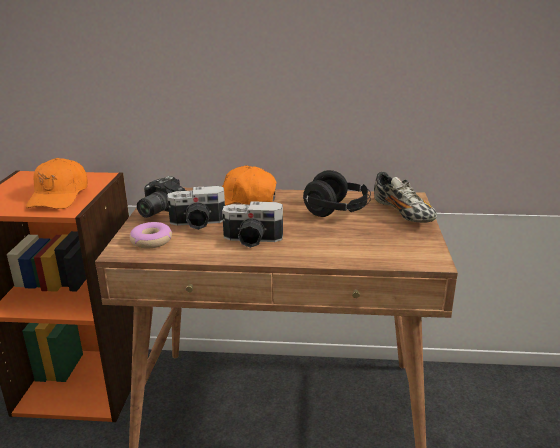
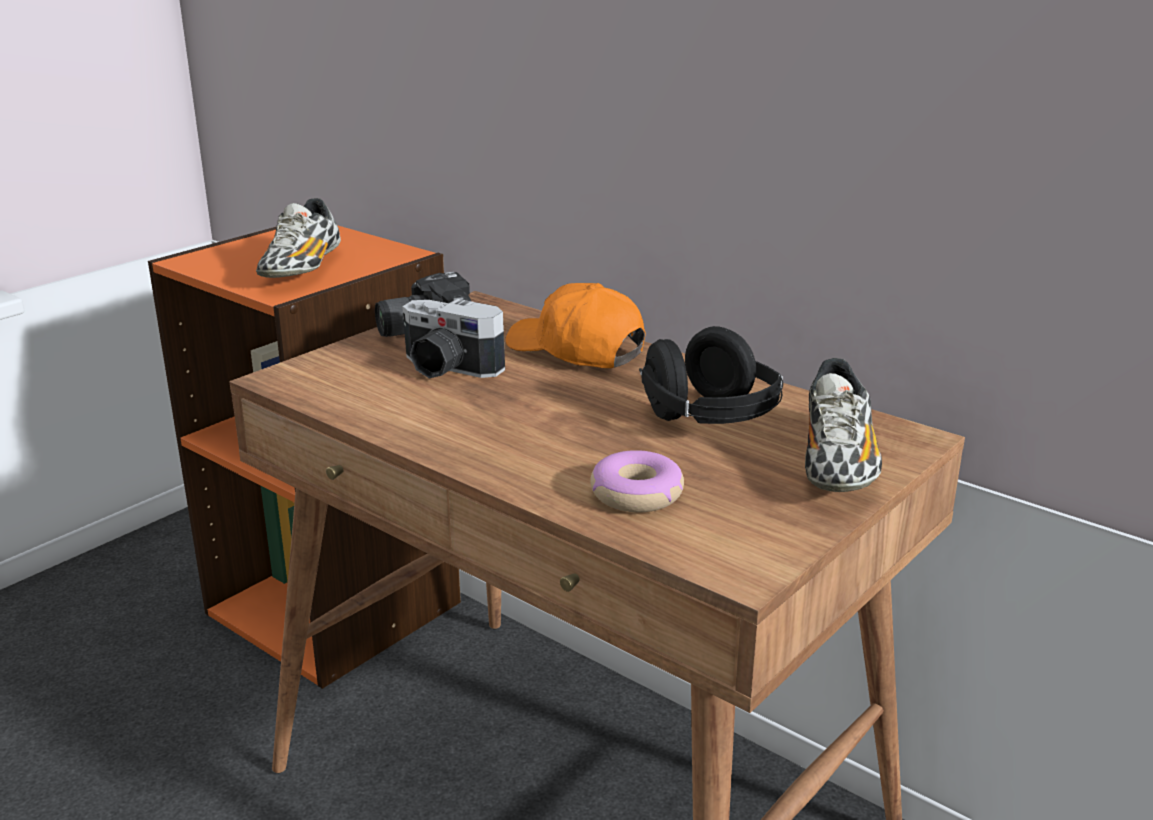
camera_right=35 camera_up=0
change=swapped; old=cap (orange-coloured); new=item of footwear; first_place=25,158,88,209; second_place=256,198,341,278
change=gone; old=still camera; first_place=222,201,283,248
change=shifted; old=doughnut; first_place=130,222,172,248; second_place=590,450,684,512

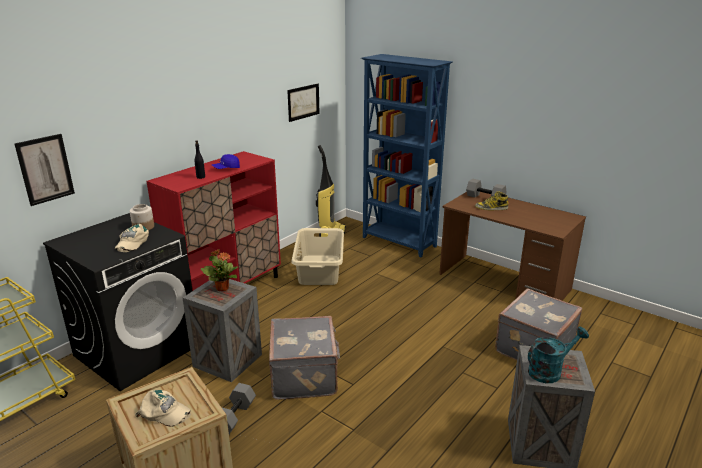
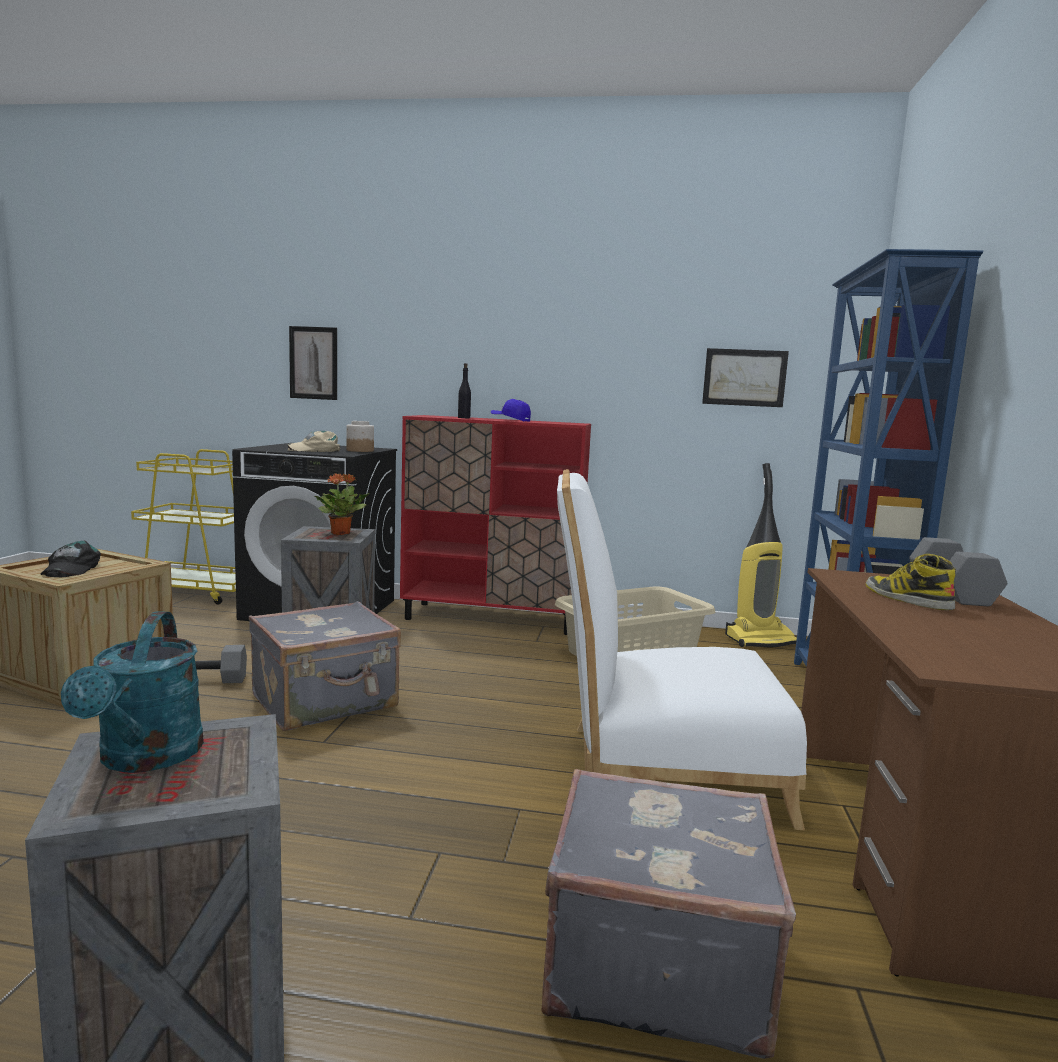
camera_right=60 camera_up=-15
change=rotated; old=watering can (blue-green); first_place=528,327,589,383; second_place=61,612,204,773; degrees=45
change=repainted; old=cap (beige-coloured); new=cap (black-coloured); first_place=135,390,191,427; second_place=41,541,101,577
change=new; new=plain chair (whitish); second_place=557,469,807,830

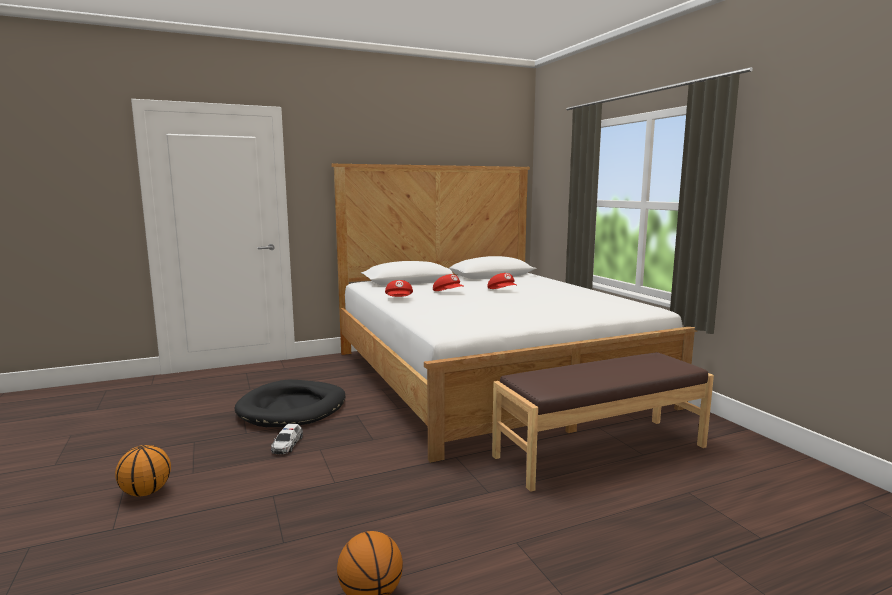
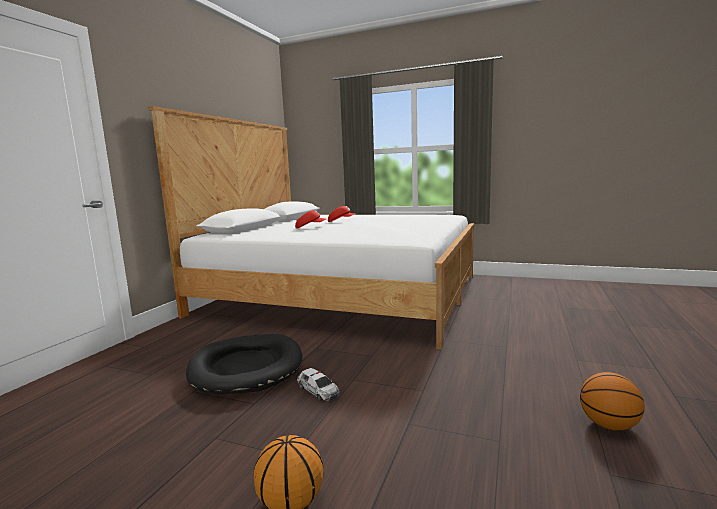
camera_right=-45 camera_up=0
change=gone; old=cap (red-coloured); first_place=385,280,413,297
change=gone; old=long seat (brownish); first_place=492,352,714,492

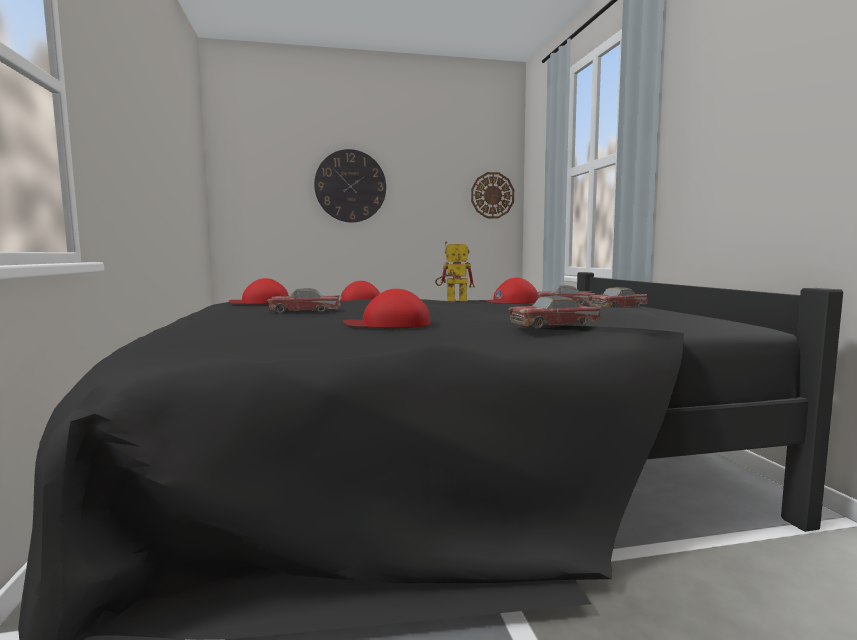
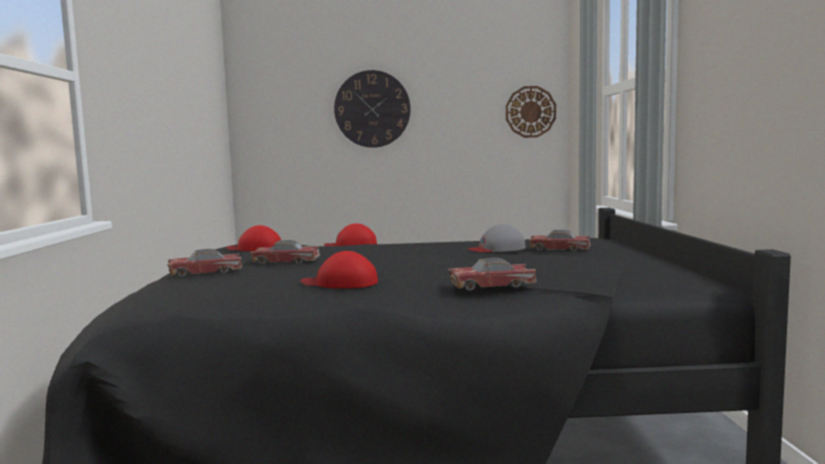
camera_right=10 camera_up=0
change=gone; old=model robot; first_place=435,241,475,302
change=repainted; old=cap (red-coloured); new=cap (greyish); first_place=484,278,538,304; second_place=468,224,526,252
change=shifted; old=miniature car; first_place=588,287,648,307; second_place=167,249,243,277

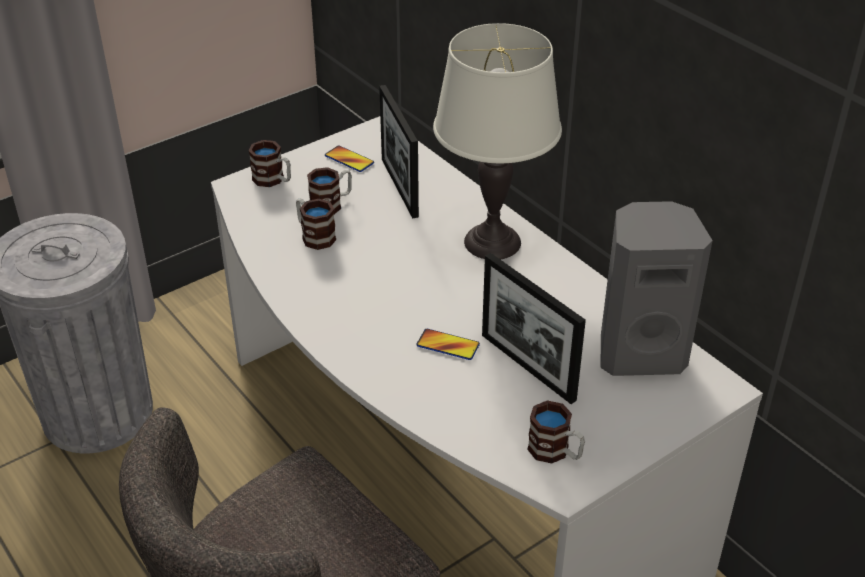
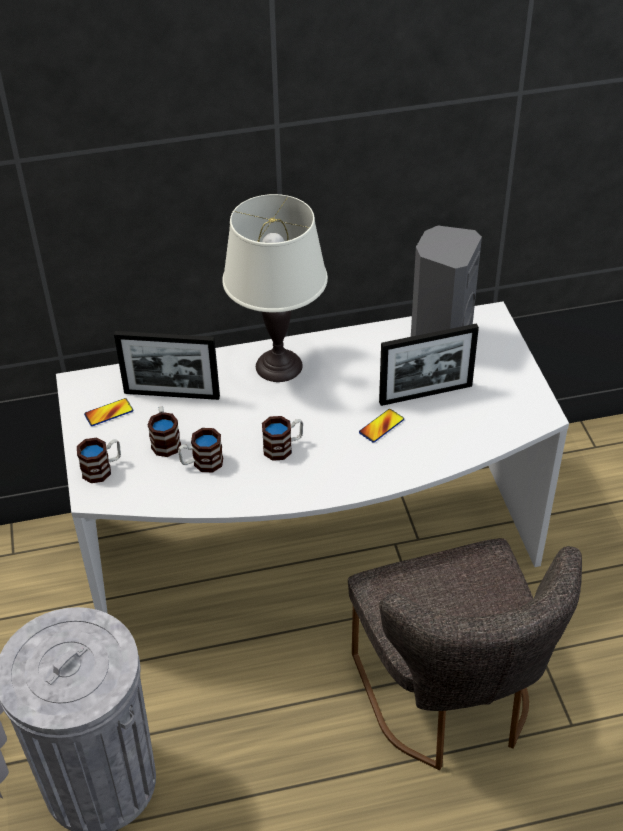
camera_right=-65 camera_up=5
change=shifted; old=mug; first_place=527,400,585,464; second_place=262,416,303,461

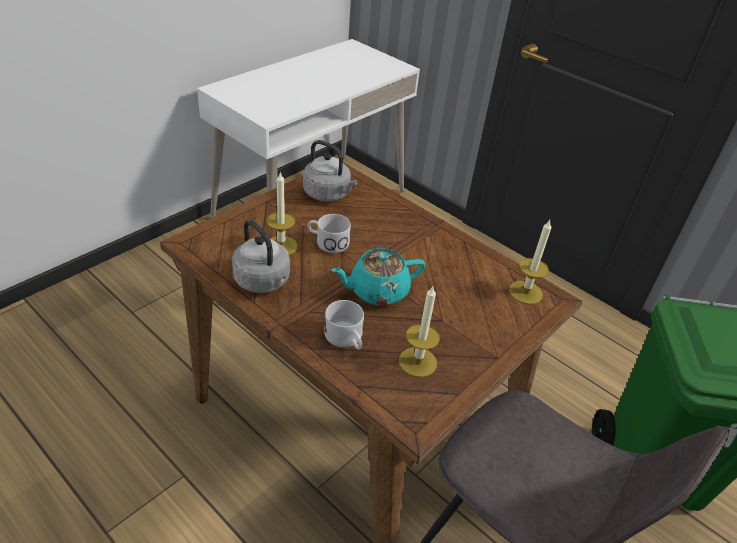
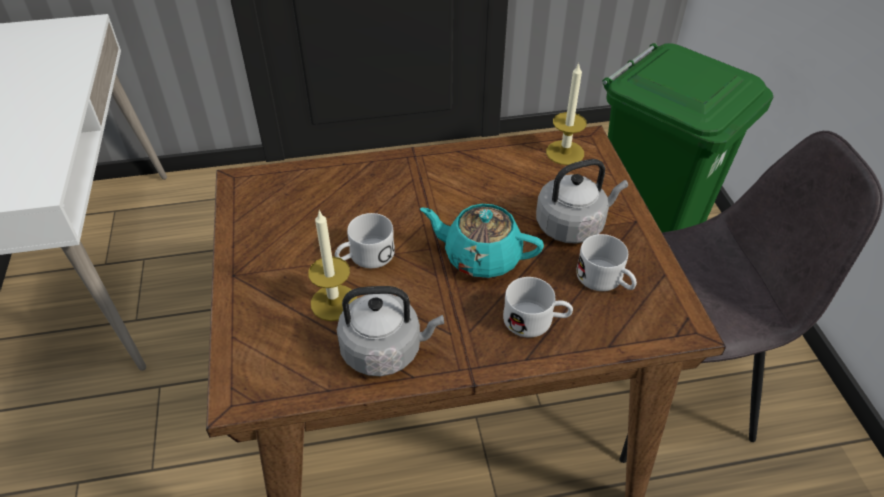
camera_right=-50 camera_up=5
change=shifted; old=water kettle (greyish); first_place=303,140,358,202; second_place=536,159,628,244
change=rotated; old=pot for tea (blue-green); first_place=331,248,425,305; second_place=420,204,544,278; degrees=90
change=swapped; old=wax light; new=mug (whitish); first_place=399,286,440,377; second_place=576,234,637,291

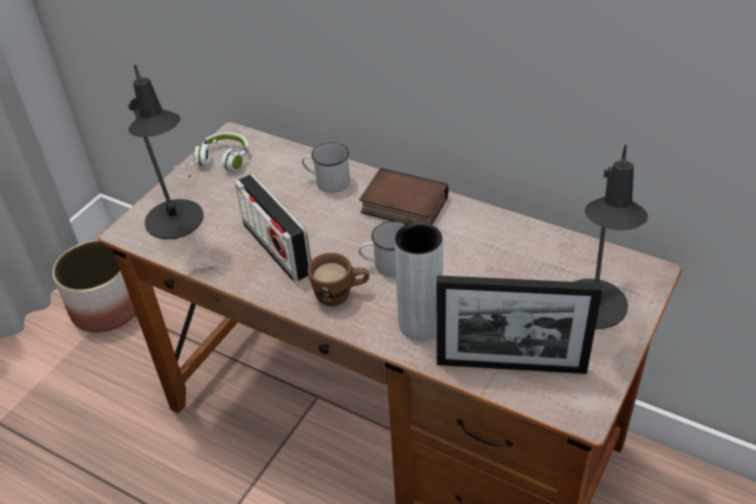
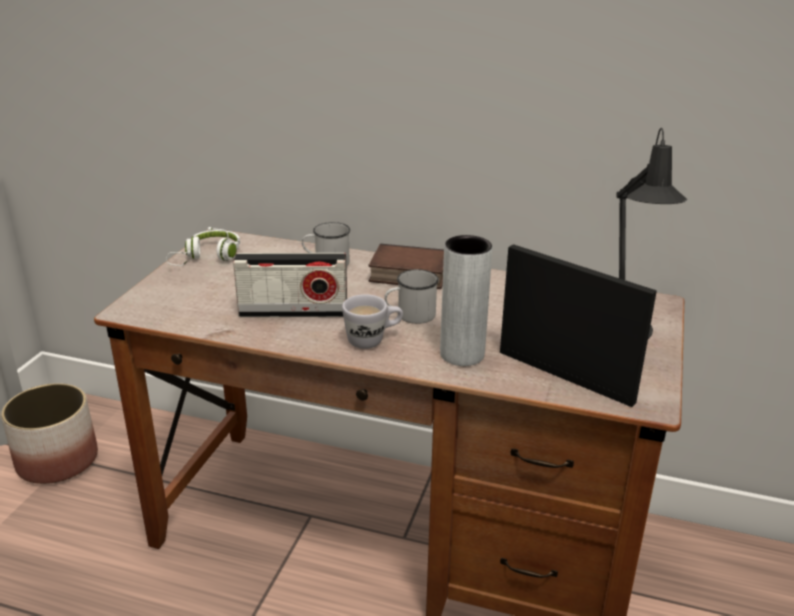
camera_right=-15 camera_up=-15
change=gone; old=table lamp (black-coloured); first_place=128,64,204,239
change=rotated; old=radio set; first_place=235,174,311,282; second_place=233,253,347,317; degrees=-45
change=repainted; old=mug (brownish); new=mug (whitish); first_place=308,253,369,306; second_place=342,294,403,349
change=rotated; old=picture frame; first_place=437,275,602,374; second_place=500,244,657,407; degrees=-135

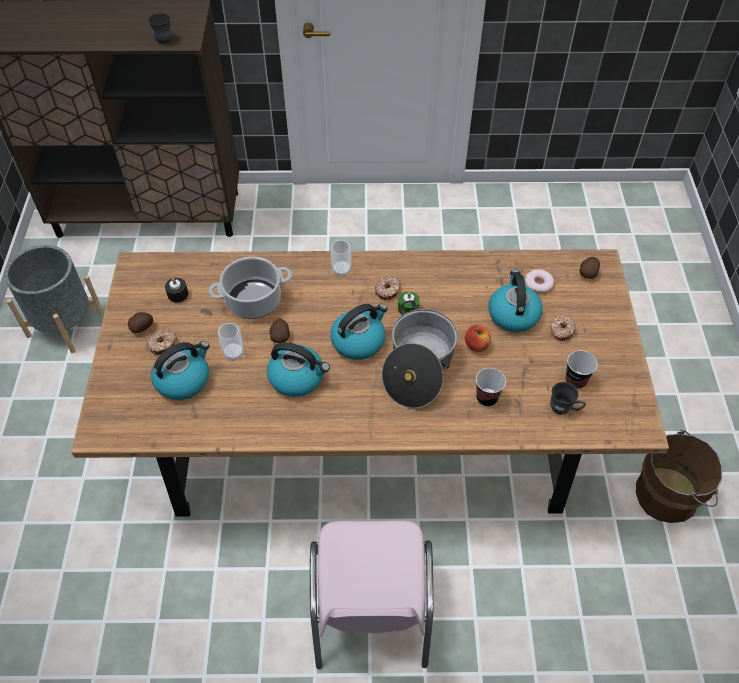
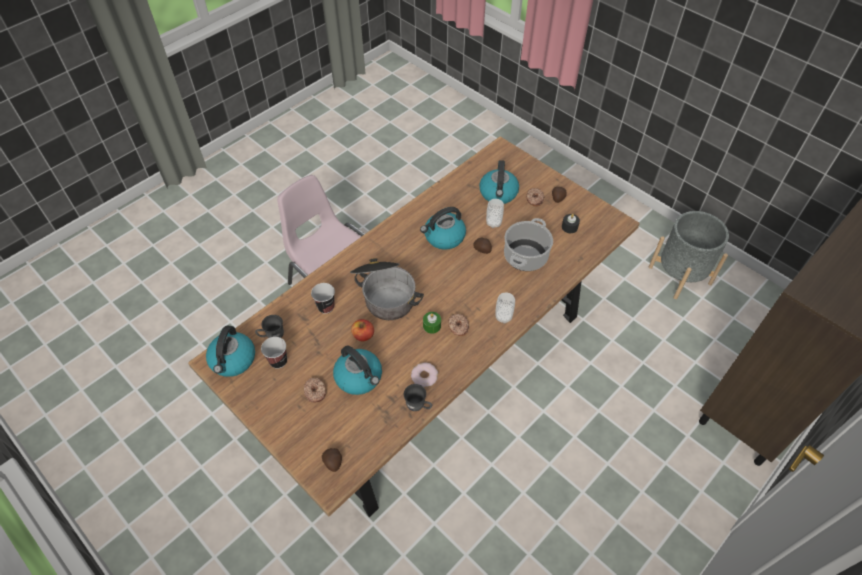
camera_right=135 camera_up=0
change=shifted; old=mug (greyish); first_place=148,13,172,44; second_place=404,384,432,411
change=shifted; old=doughnut; first_place=525,269,554,293; second_place=411,363,438,387
change=shifted; old=water kettle; first_place=330,304,387,360; second_place=206,326,255,377
change=gone; old=water bucket (brownish); first_place=636,430,722,523

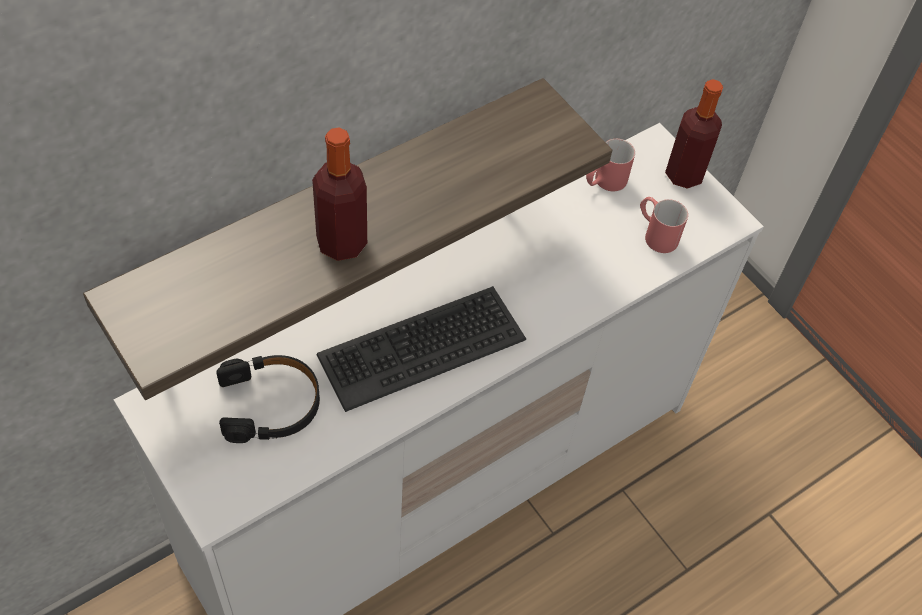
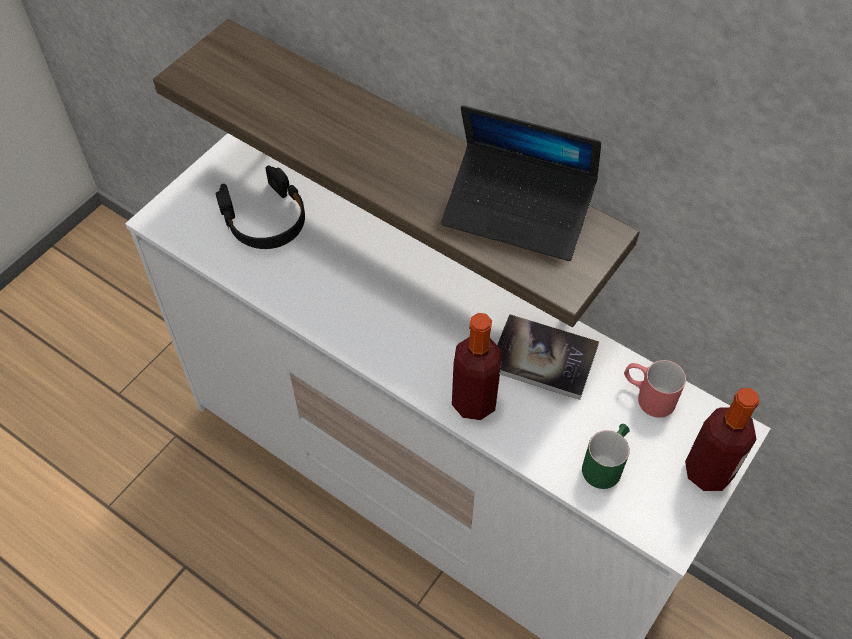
camera_right=75 camera_up=0
change=shifted; old=bottle; first_place=312,127,367,261; second_place=452,313,502,420
change=repainted; old=mug (red-coloured); new=mug (green); first_place=640,197,688,253; second_place=582,424,630,489
change=gone; old=keyboard; first_place=316,286,526,412
change=new; new=notebook computer; second_place=441,105,601,261
change=new; new=book; second_place=497,314,599,400

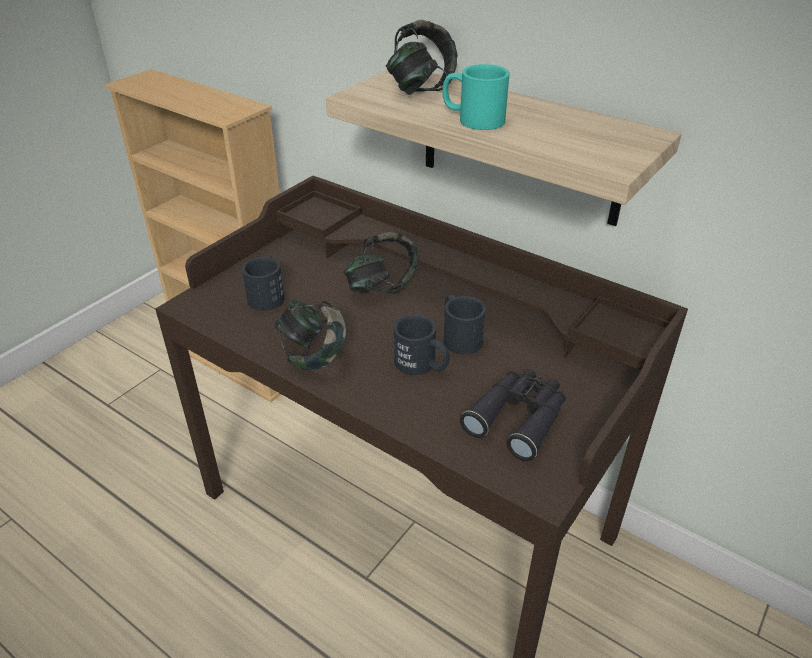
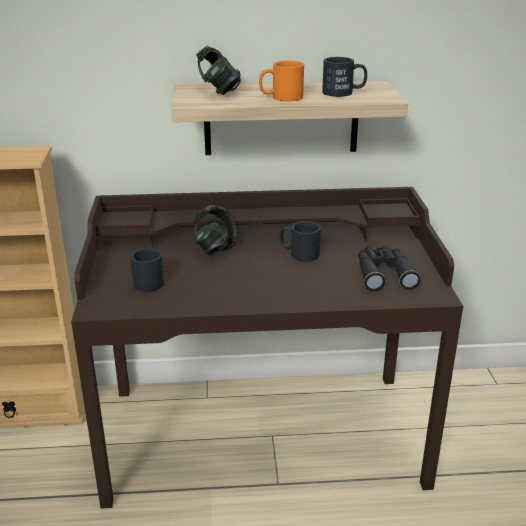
camera_right=-40 camera_up=-10
change=repainted; old=mug (blue-green); new=mug (orange-coloured); first_place=443,64,510,130; second_place=259,61,304,101
change=gone; old=headset; first_place=274,300,346,370
change=shifted; old=mug (black-coloured); first_place=394,314,449,375; second_place=322,57,367,97

